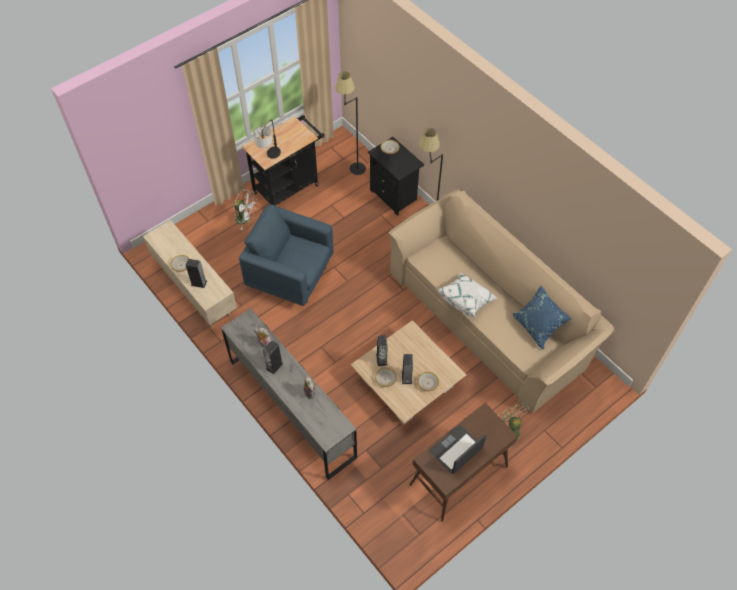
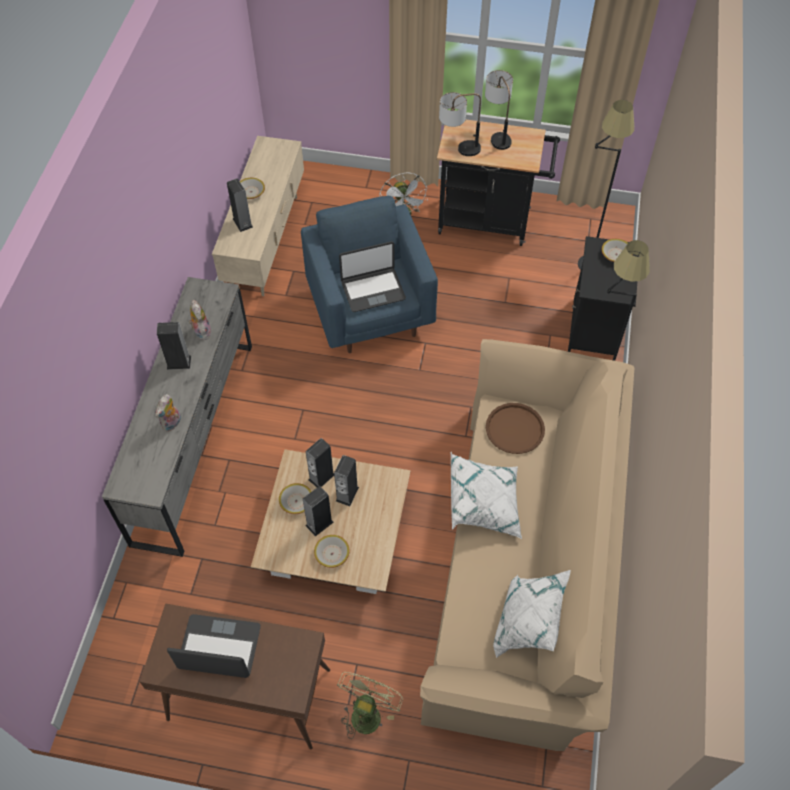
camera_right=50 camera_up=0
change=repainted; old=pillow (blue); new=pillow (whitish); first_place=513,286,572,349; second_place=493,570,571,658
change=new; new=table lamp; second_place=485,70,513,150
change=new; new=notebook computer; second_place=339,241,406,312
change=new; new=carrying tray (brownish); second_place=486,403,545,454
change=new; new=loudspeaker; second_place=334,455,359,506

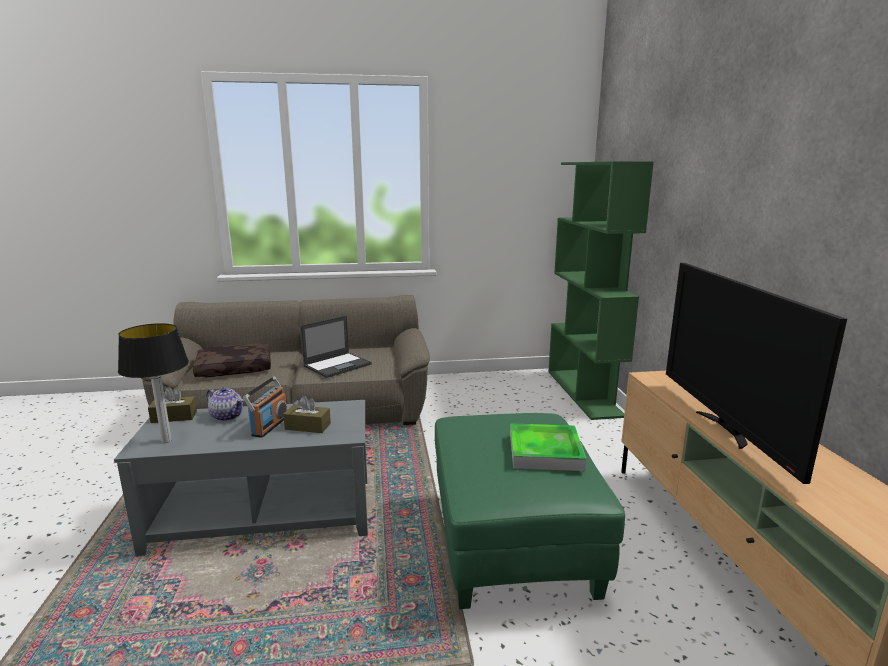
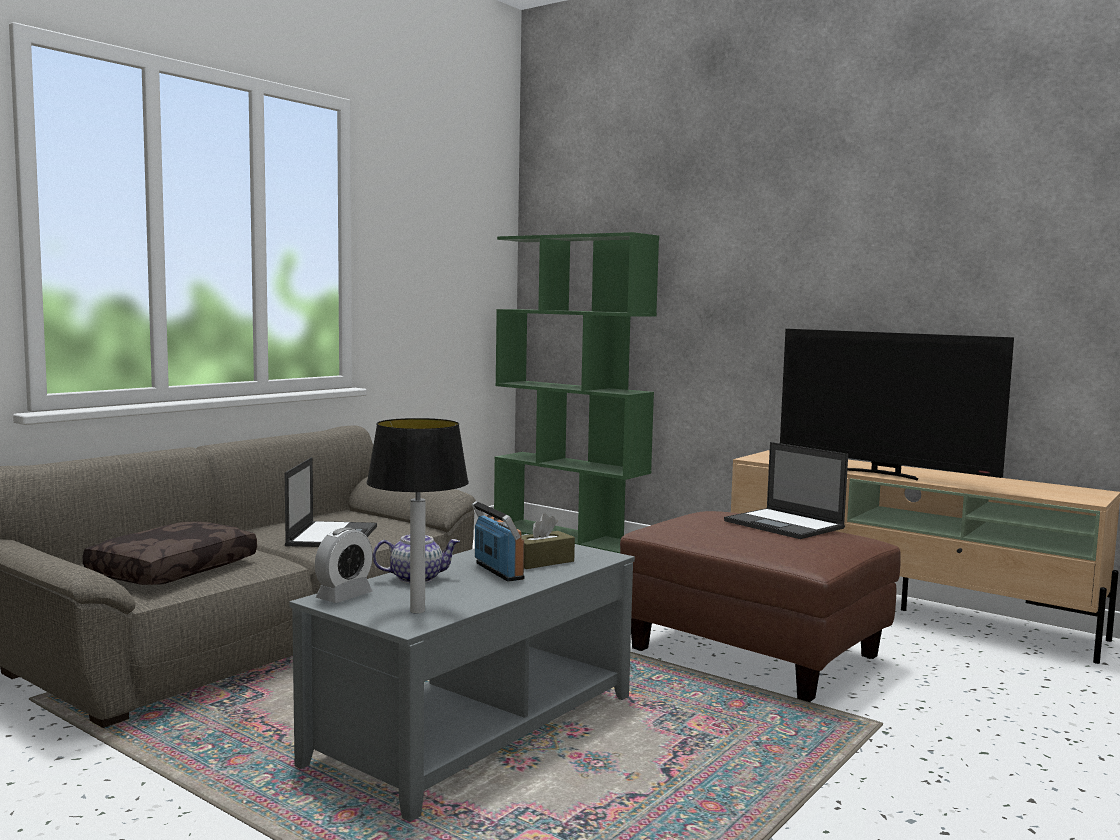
camera_right=-45 camera_up=-10
change=swapped; old=tissue holder (brownish); new=bedside clock; first_place=148,387,197,423; second_place=315,527,373,603
change=repainted; old=ottoman (green); new=ottoman (brownish); first_place=435,413,625,609; second_place=620,511,901,702
change=swapped; old=carrying tray; new=notebook computer; first_place=510,423,586,471; second_place=724,442,848,539

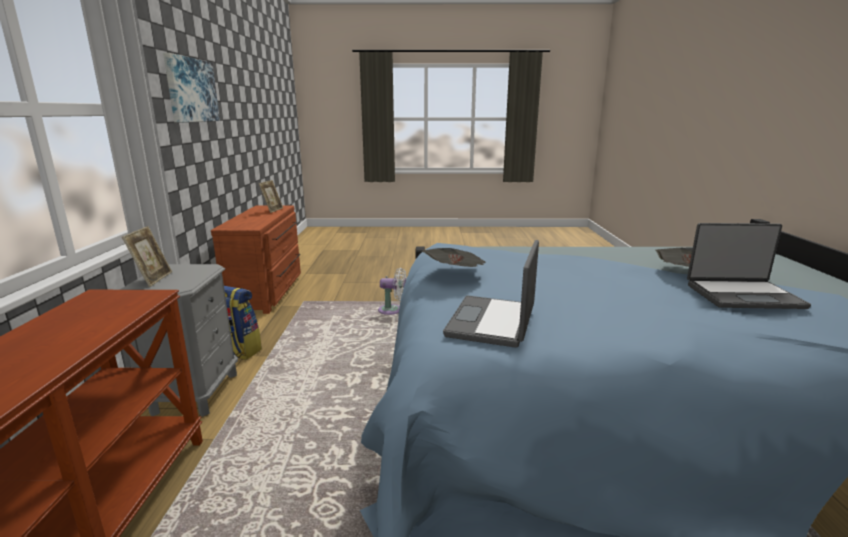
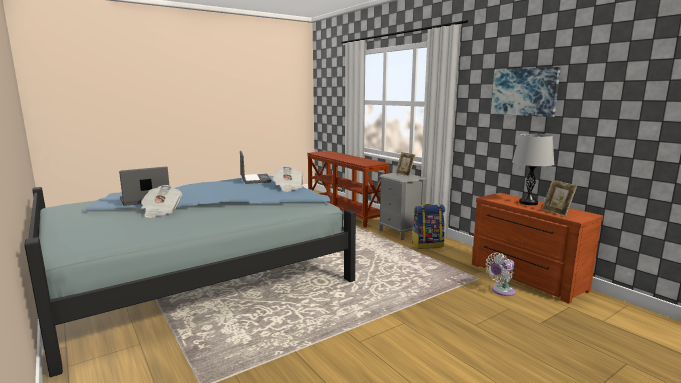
camera_right=145 camera_up=-5
change=shifted; old=electric fan (whitish); first_place=378,268,406,315; second_place=486,253,516,296
change=new; new=table lamp (greyish); second_place=512,134,554,205

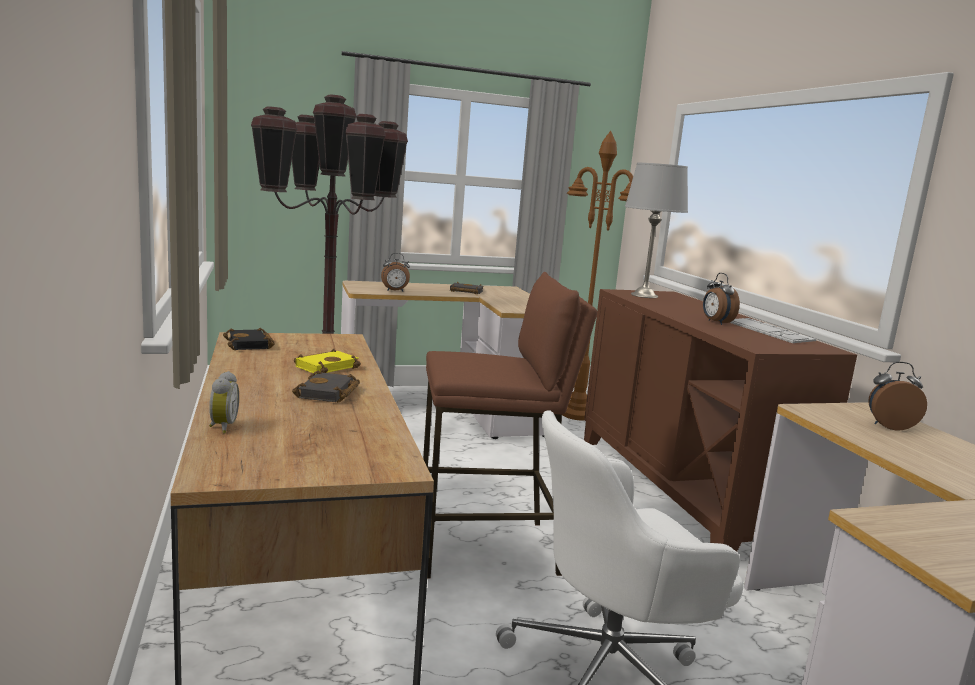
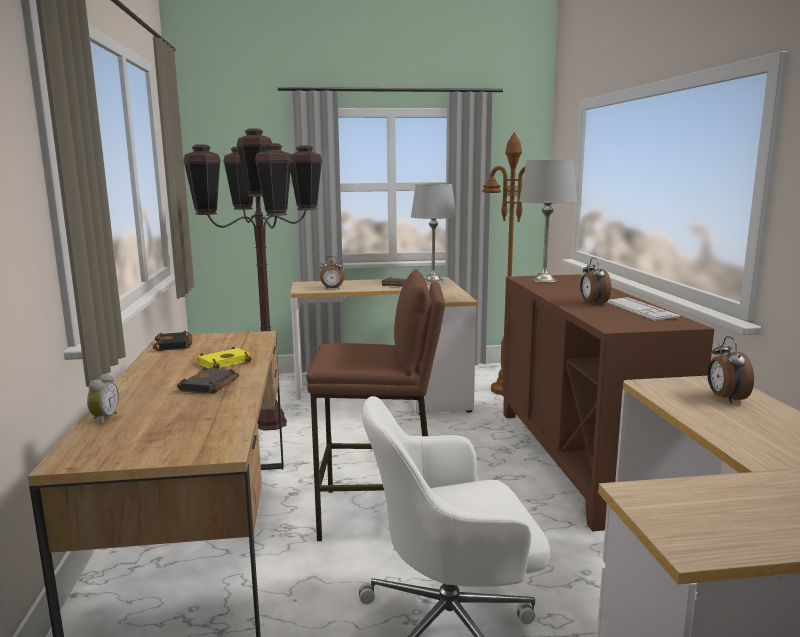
camera_right=10 camera_up=0
change=rotated; old=bedside clock; first_place=868,362,927,430; second_place=707,336,754,403; degrees=-105
change=new; new=table lamp (greyish); second_place=411,183,457,282

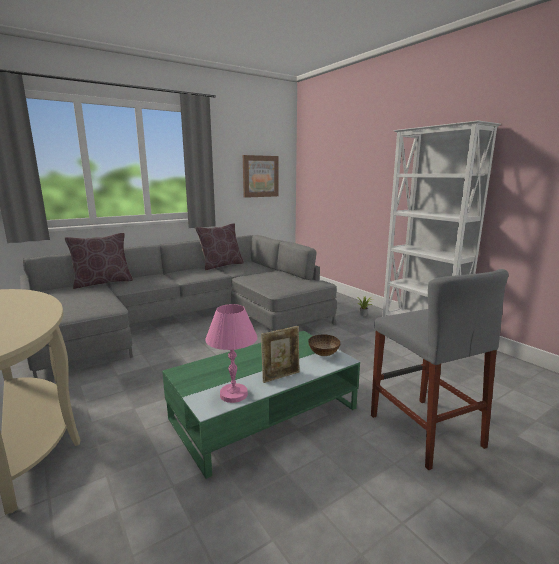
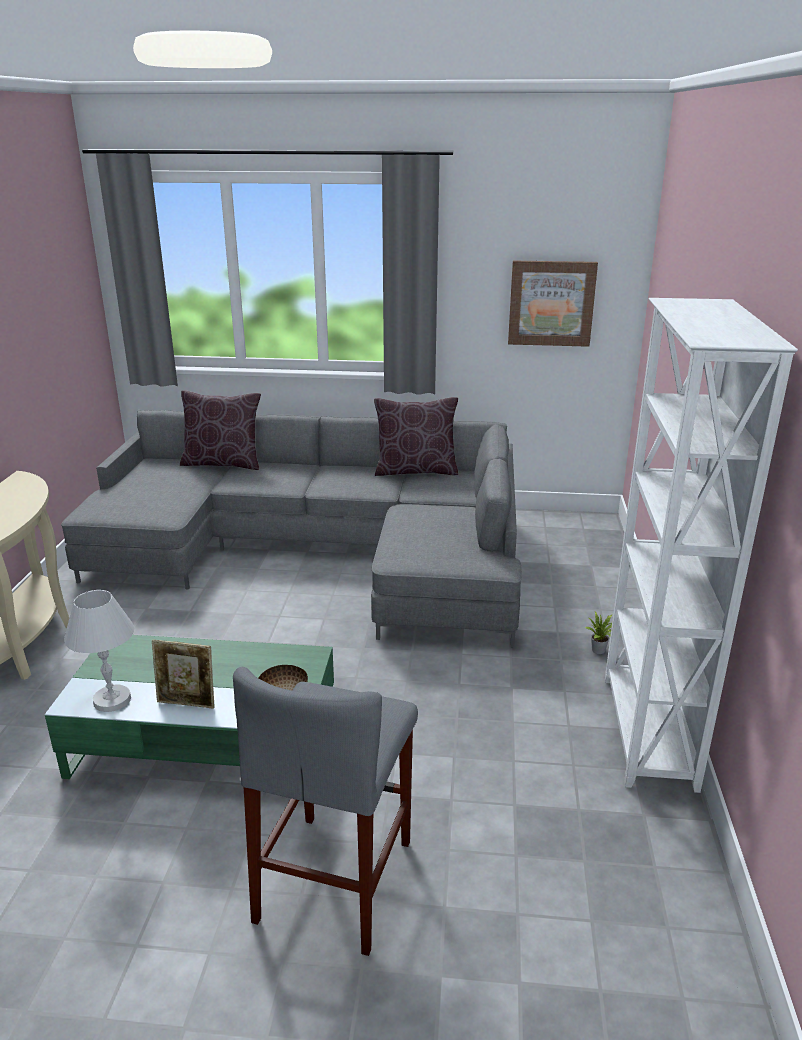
camera_right=40 camera_up=10
change=repainted; old=table lamp (pinkish); new=table lamp (whitish); first_place=205,304,258,403; second_place=64,590,134,712

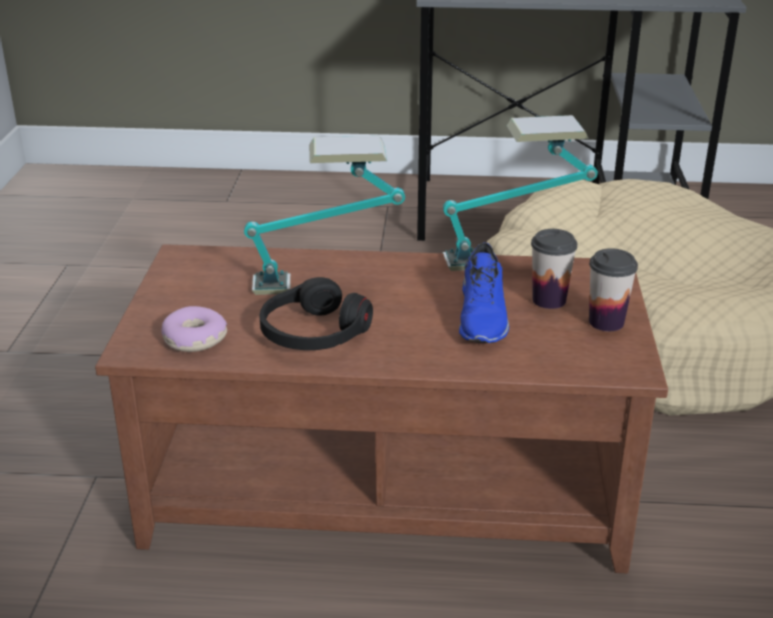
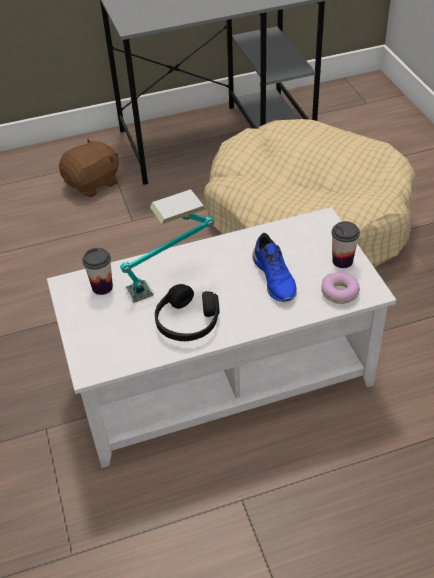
camera_right=-20 camera_up=15
change=gone; old=table lamp; first_place=443,115,598,271
change=shifted; old=small cup; first_place=531,229,577,309; second_place=82,248,113,295
change=repainted; old=low table (brownish); new=low table (whitish); first_place=95,244,668,573; second_place=47,207,396,468
change=shifted; old=doughnut; first_place=161,306,227,352; second_place=321,272,360,304
change=new; new=cuddly toy (brownish); second_place=59,138,119,197

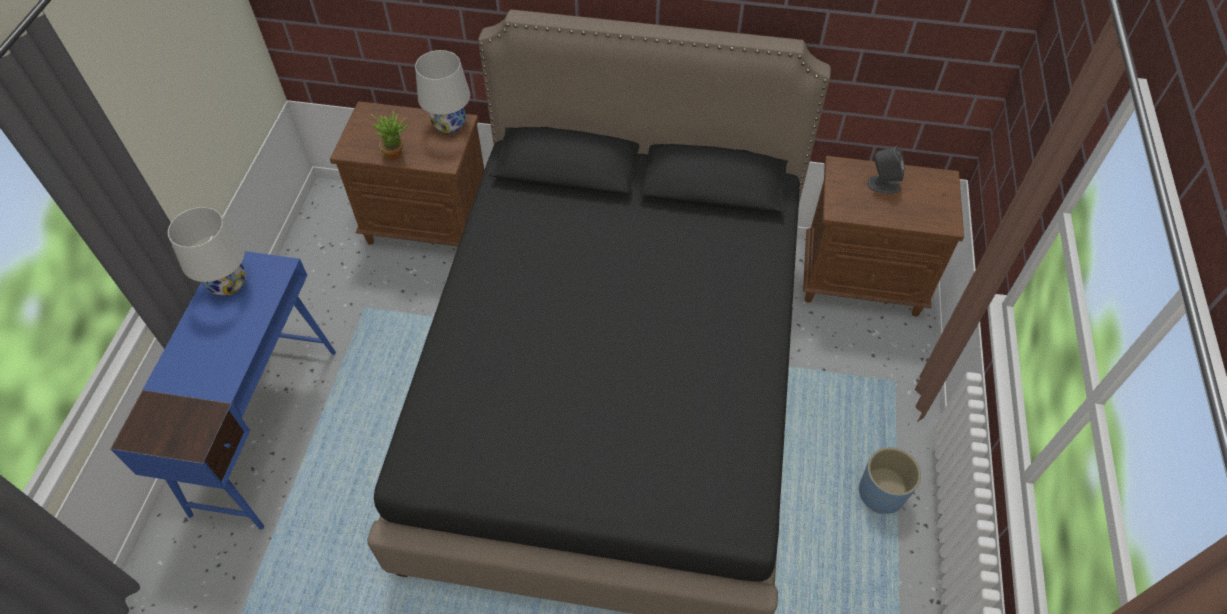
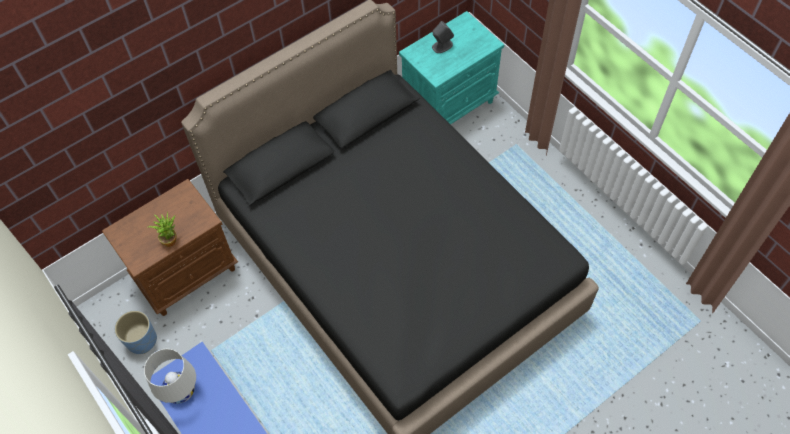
camera_right=-45 camera_up=5
change=gone; old=table lamp (whitish); first_place=415,50,470,133
change=repainted; old=bedside table (brownish); new=bedside table (blue-green); first_place=803,156,964,317; second_place=399,11,504,125
change=shifted; old=plant pot (blue); first_place=859,447,921,514; second_place=115,311,157,354

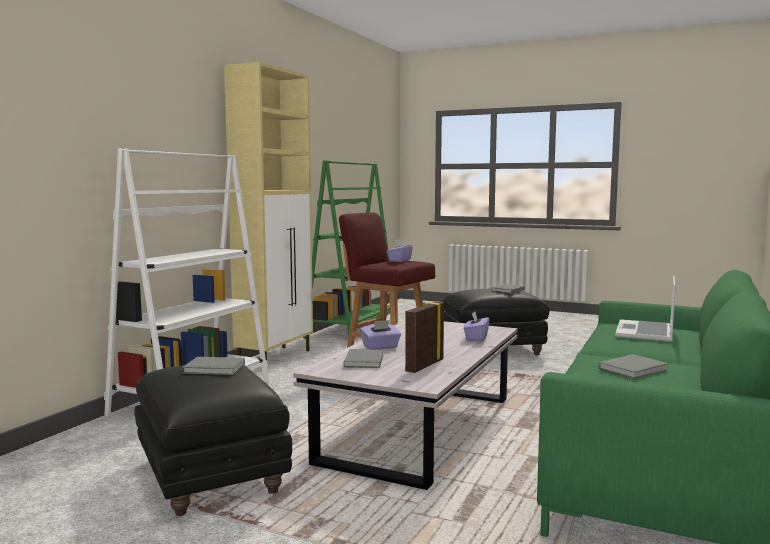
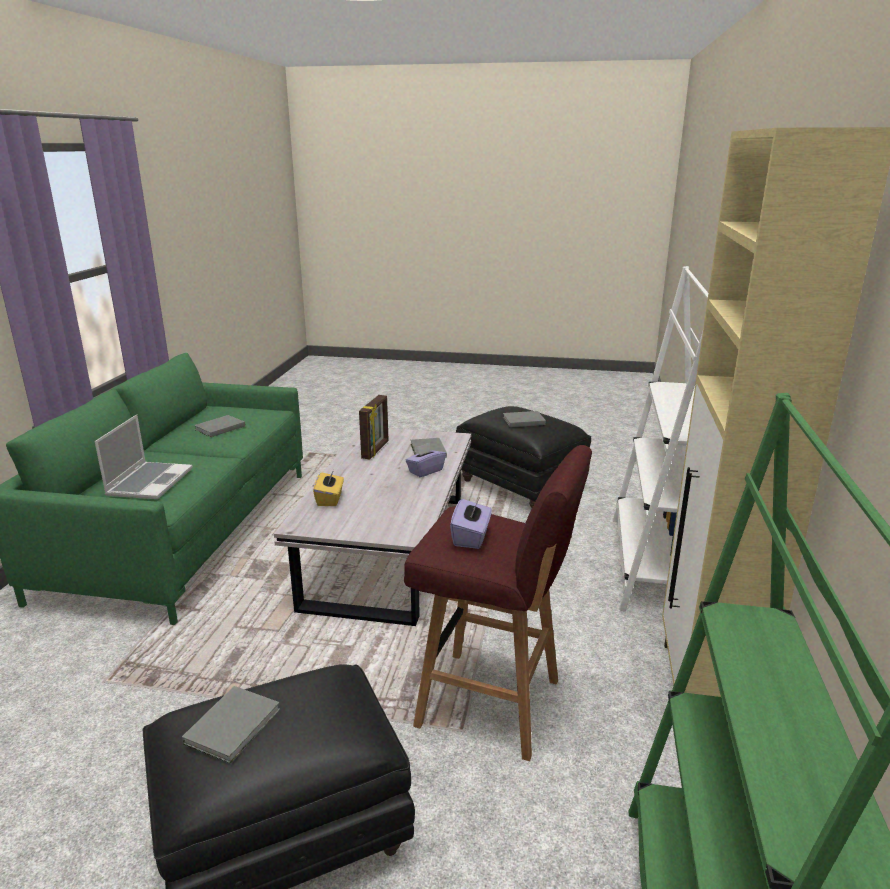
camera_right=165 camera_up=15
change=repainted; old=tissue holder (purple-coloured); new=tissue holder (yellowish); first_place=464,311,489,342; second_place=313,470,344,506

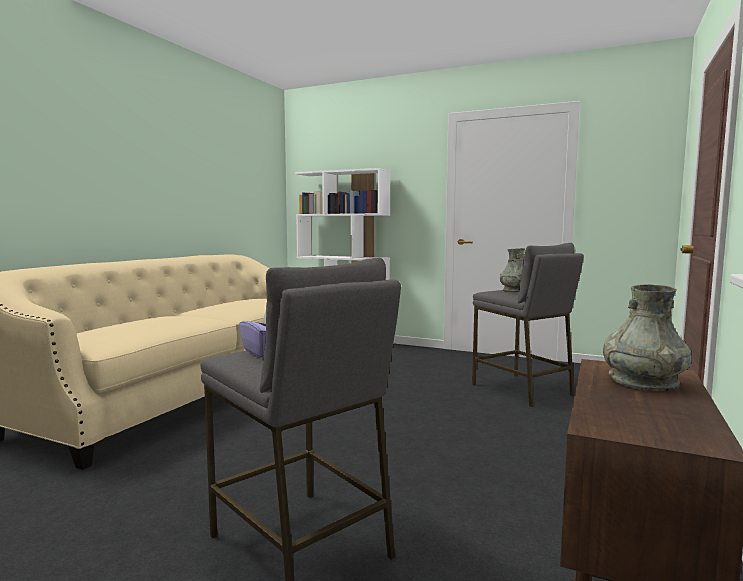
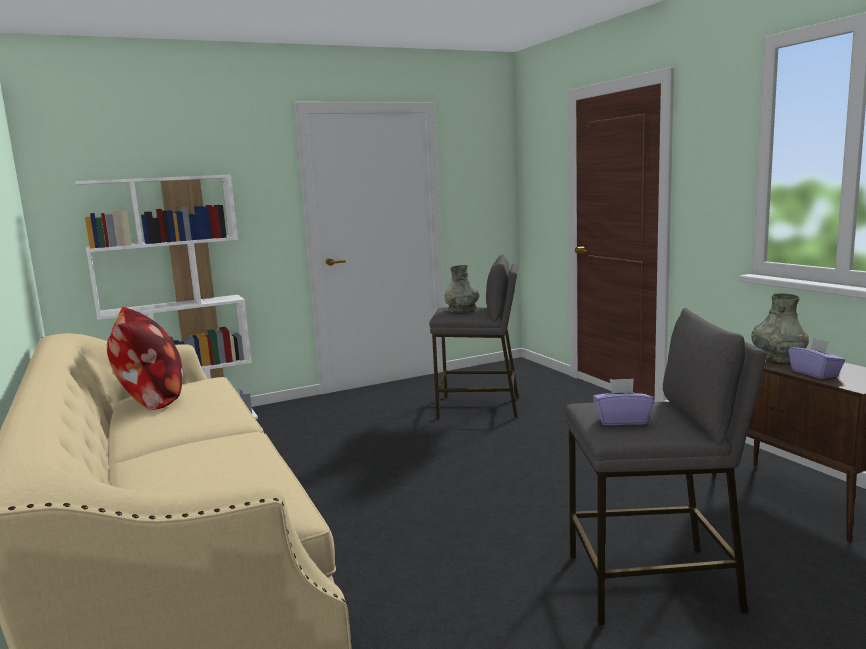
camera_right=-50 camera_up=5
change=new; new=pillow; second_place=107,307,183,410
change=new; new=tissue holder (purple-coloured); second_place=788,338,845,379

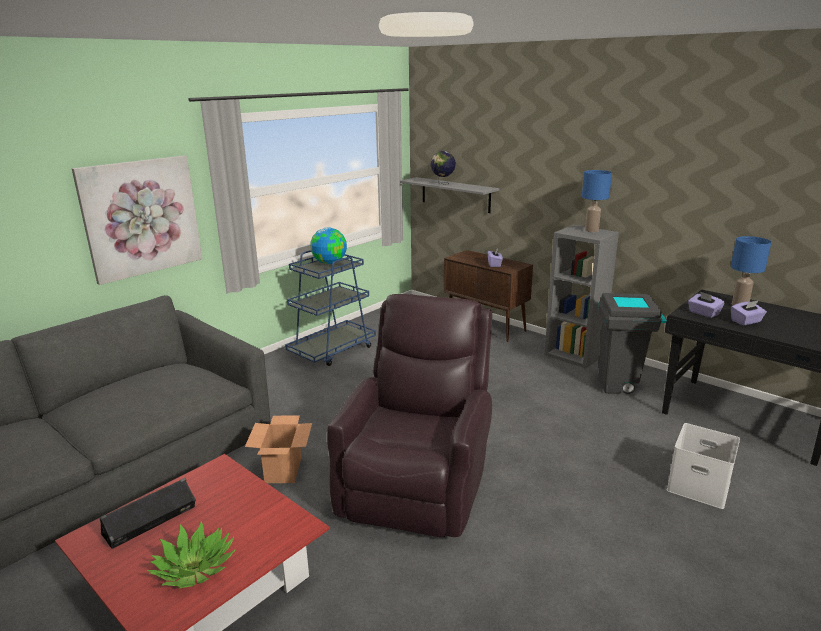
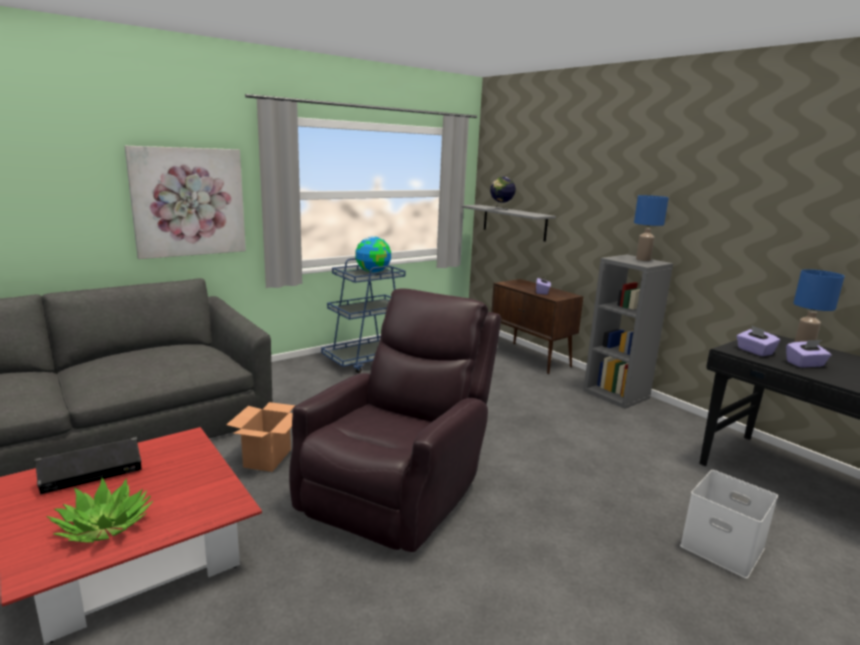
camera_right=10 camera_up=-5
change=gone; old=rubbish bin (greyish); first_place=598,293,666,394

